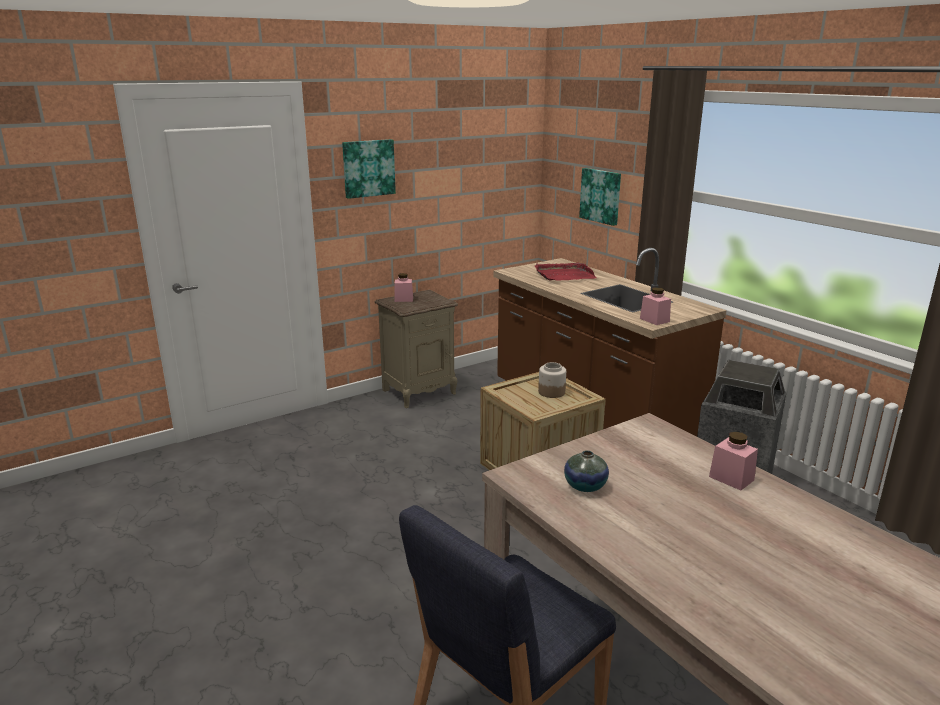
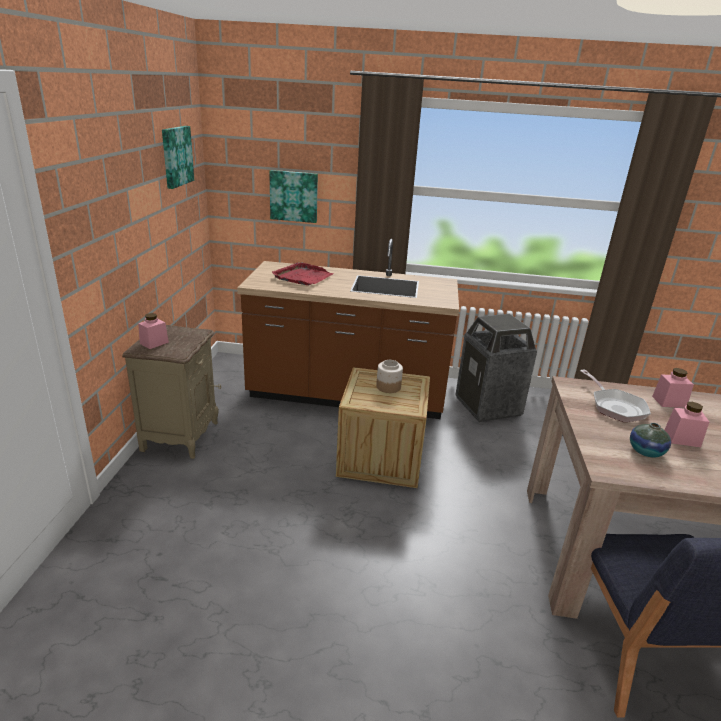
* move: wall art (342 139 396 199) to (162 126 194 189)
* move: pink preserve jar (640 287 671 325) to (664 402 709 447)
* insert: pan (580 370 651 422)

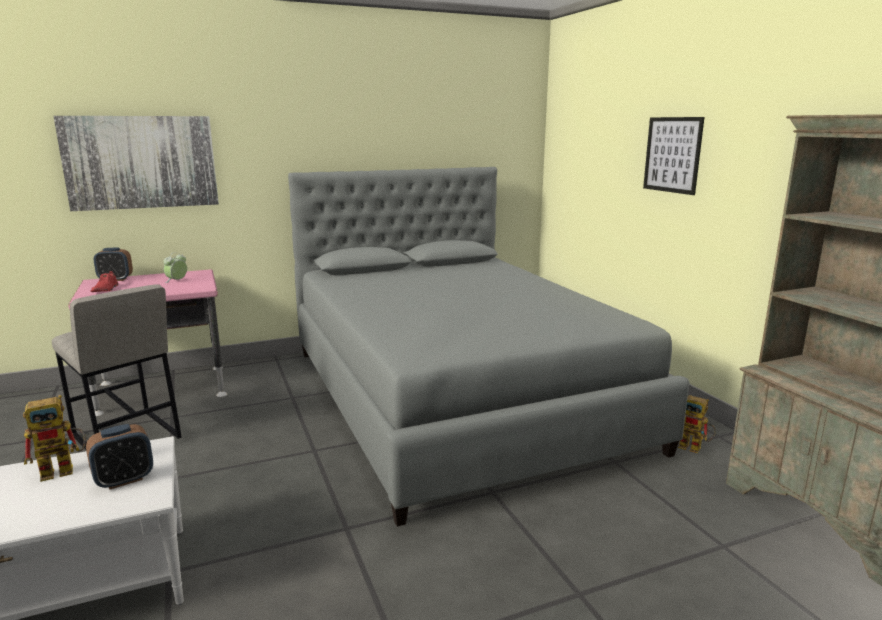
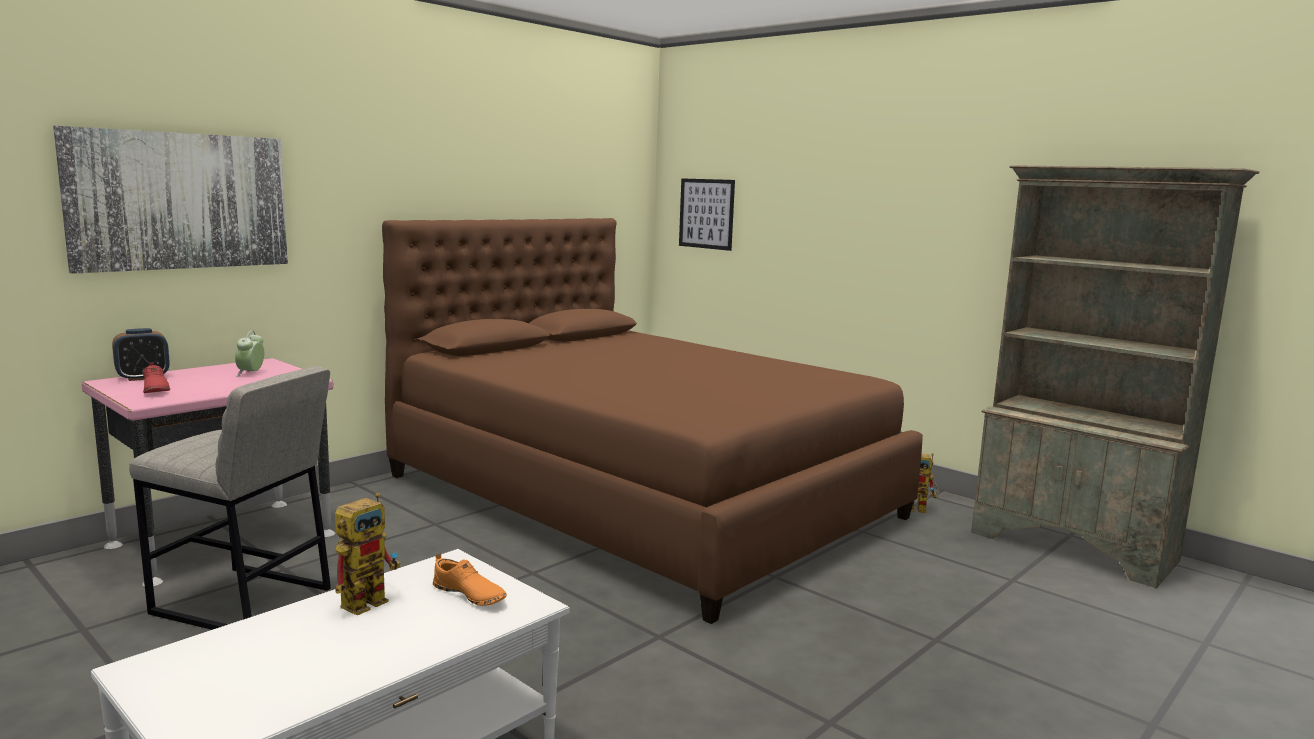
* move: wall art (643 117 704 195) to (679 178 735 251)
* recolor: gray bed (288 167 690 526) to brown-coloured bed (382 218 923 624)
* replace: bedside clock (86 424 153 490) to orange-coloured item of footwear (433 553 507 606)

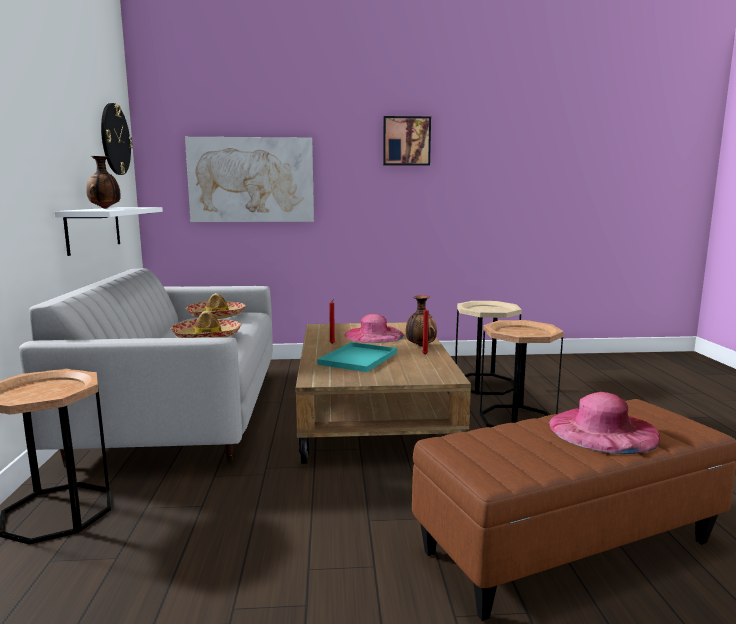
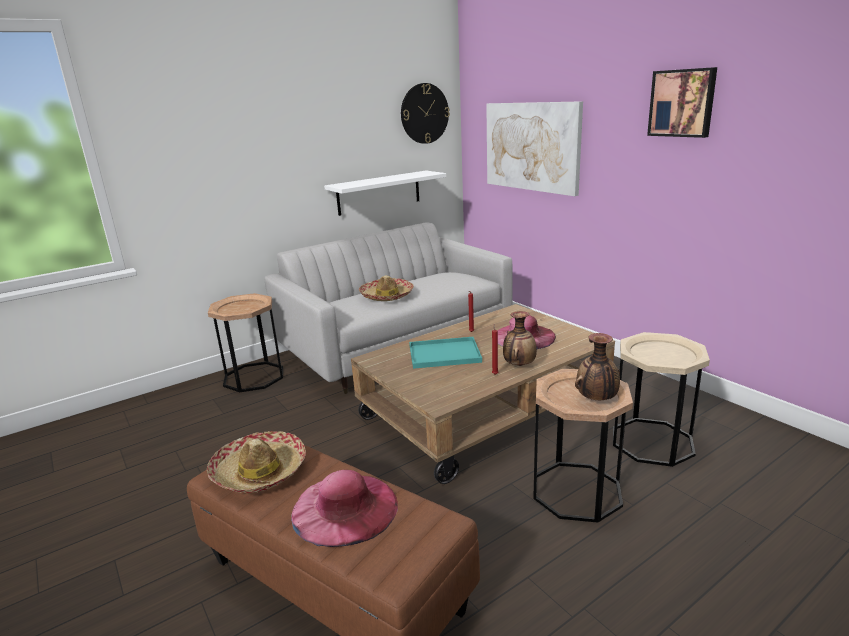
* move: flower vase (87 156 121 209) to (575 333 620 400)
* move: wearable hat (186 293 246 319) to (207 431 306 493)

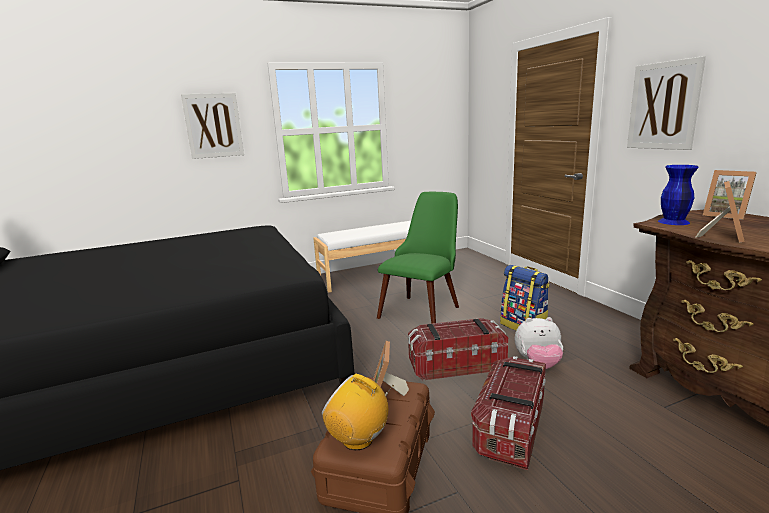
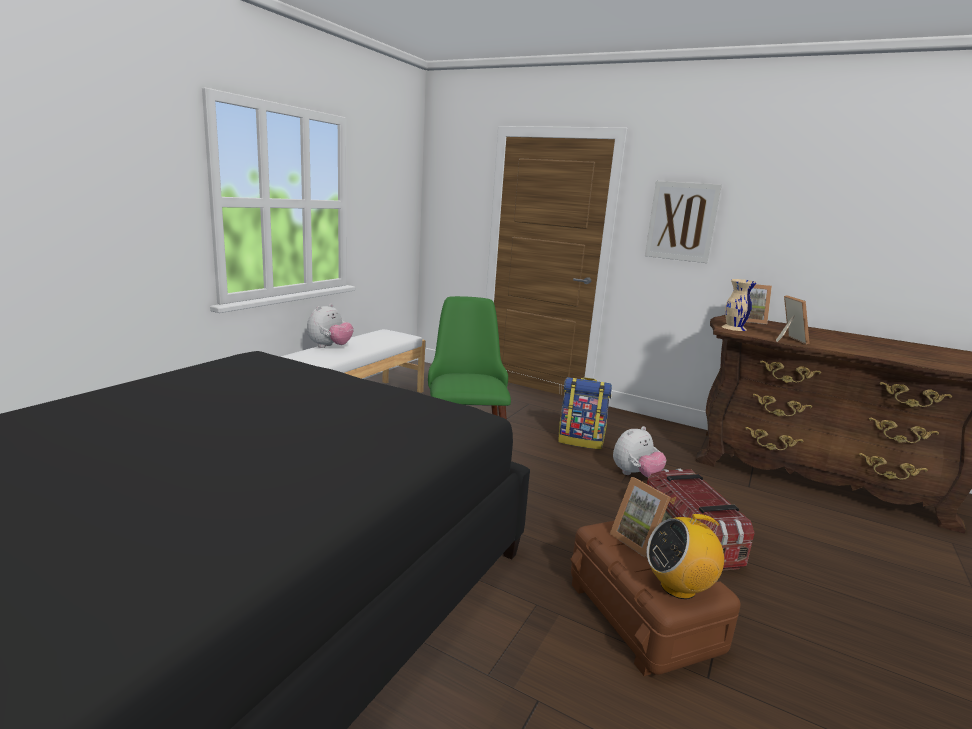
* delete: wall art (181 93 244 159)
* recolor: blue flower vase (658 165 699 225) to sand-coloured flower vase (722 279 756 331)
* delete: storage box (408 318 508 381)
* insert: cuddly toy (307 304 354 348)

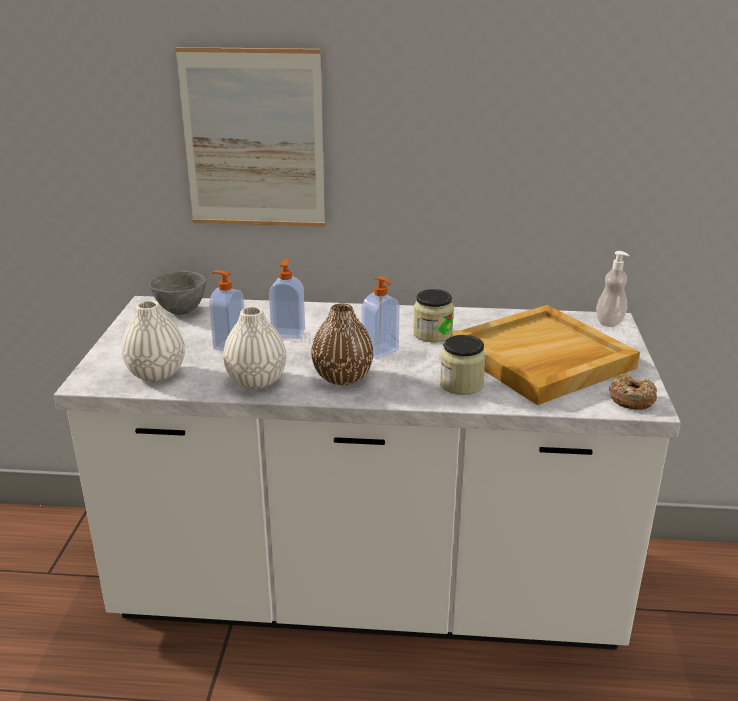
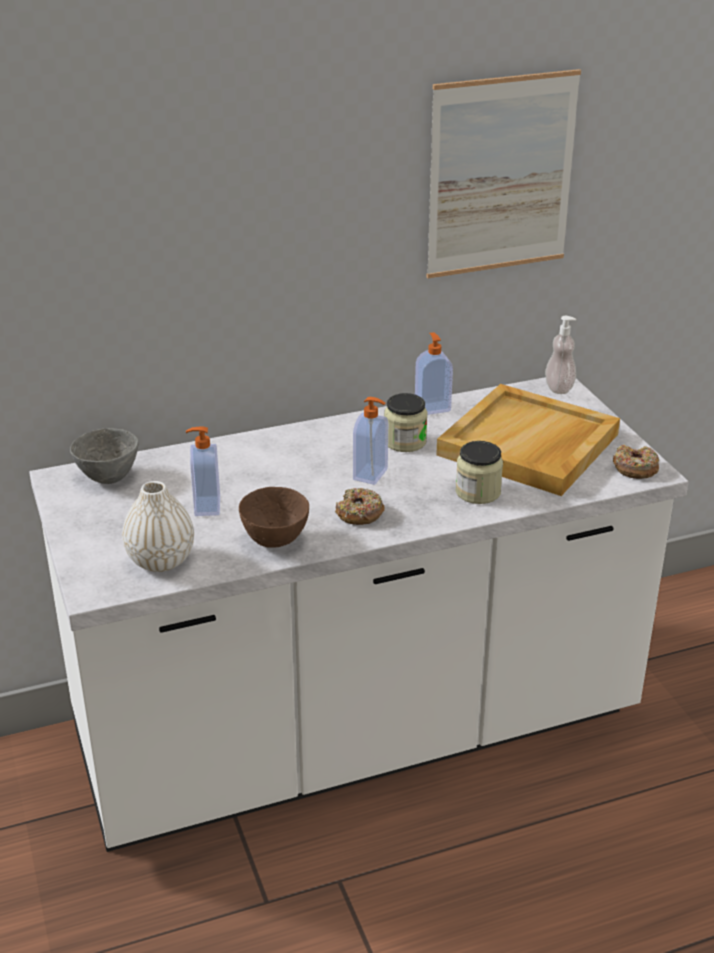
* move: wall art (175 47 325 227) to (427 69 581 278)
* move: liquid soap bottle (269 259 305 339) to (415 332 453 415)
* replace: brown-coloured flower vase (311 304 374 385) to doughnut (335 488 385 525)
* replace: whitish flower vase (223 307 286 389) to brown-coloured bowl (239 487 309 548)

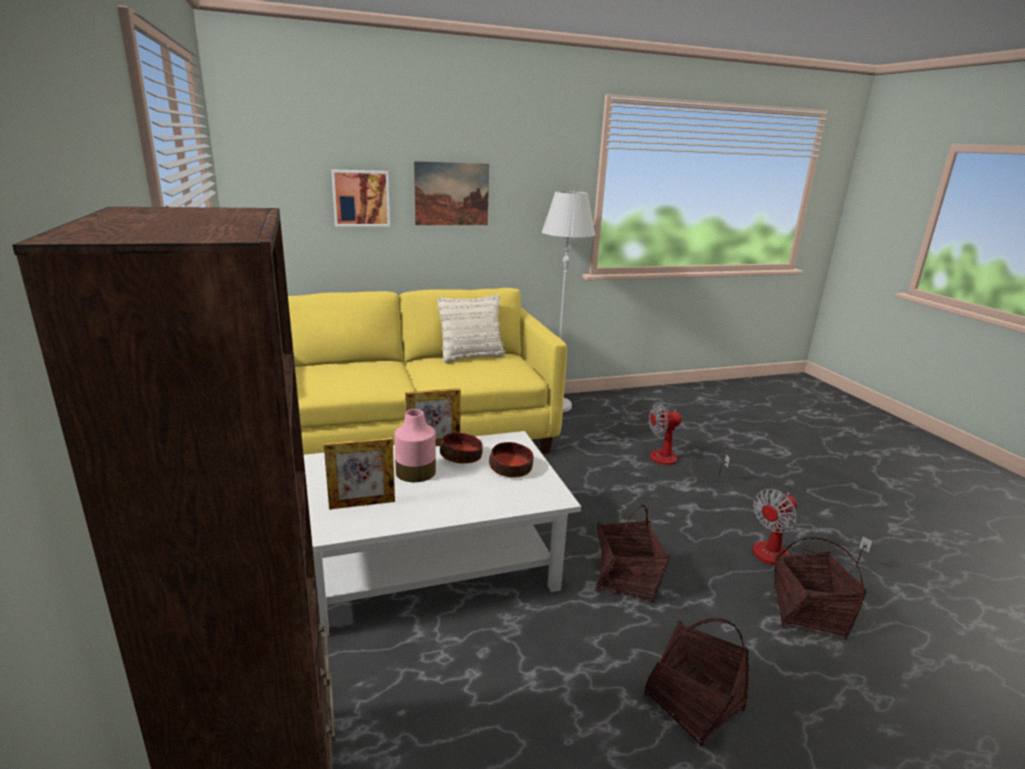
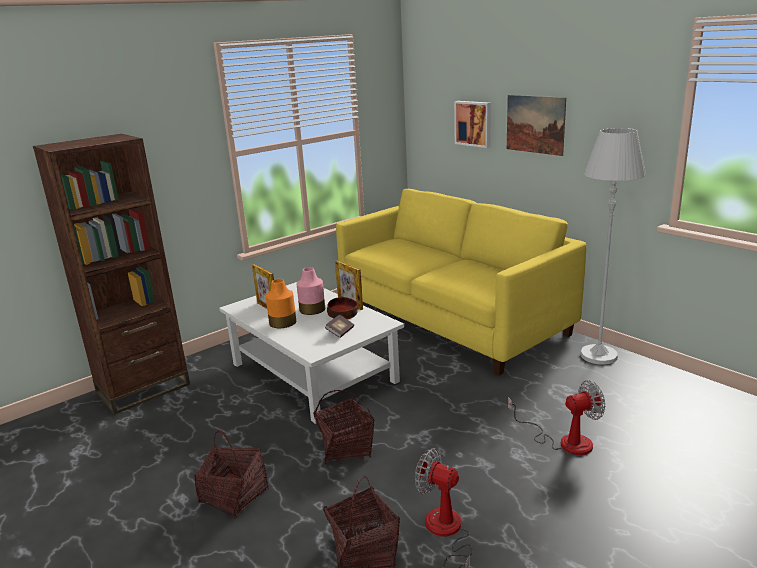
* delete: sand-coloured cushion (437 295 505 363)
* rotate: fan (649 402 730 482) = (508 380 606 455) 105 degrees clockwise
* replace: bowl (489 442 533 478) to book (325 314 354 338)
* insert: orange-coloured flower vase (266 279 296 328)

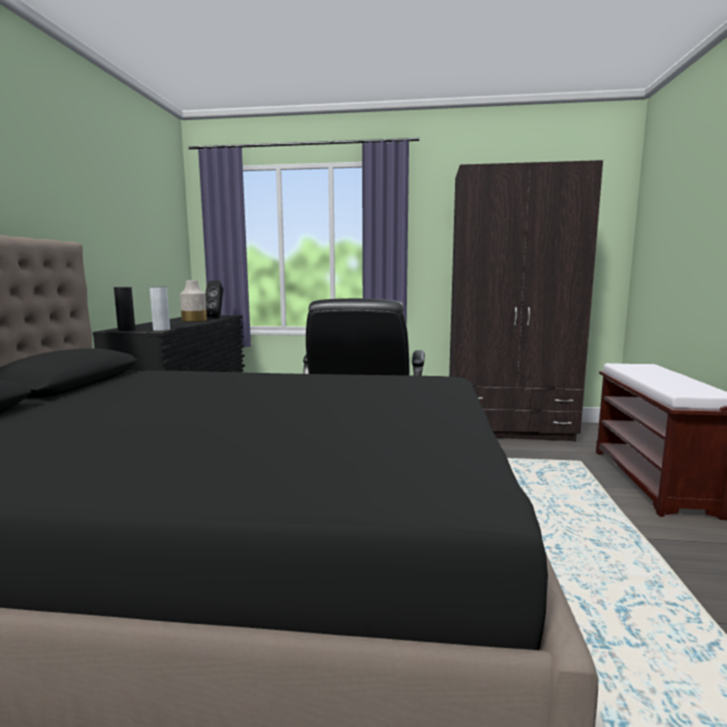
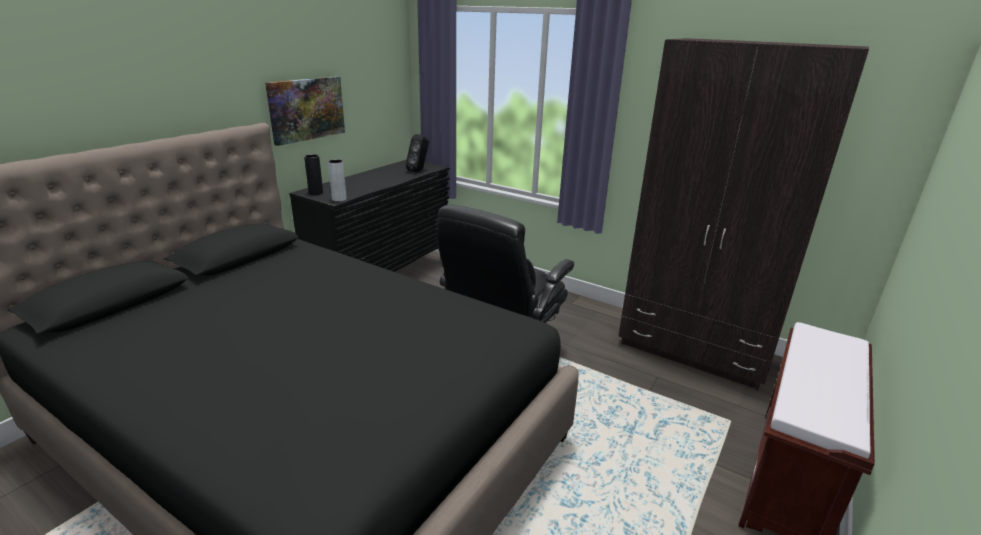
* delete: sand-coloured flower vase (180 280 207 322)
* insert: wall art (265 76 345 146)

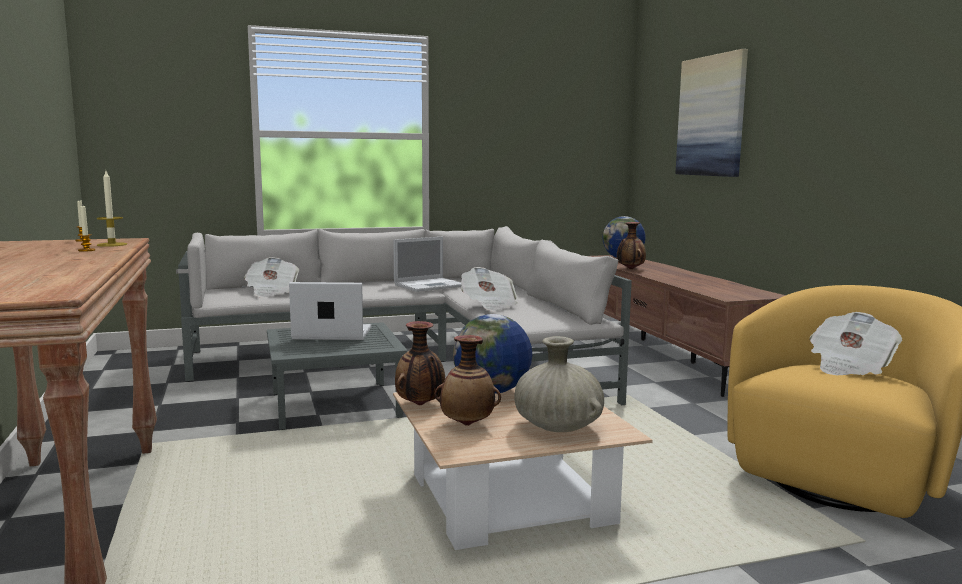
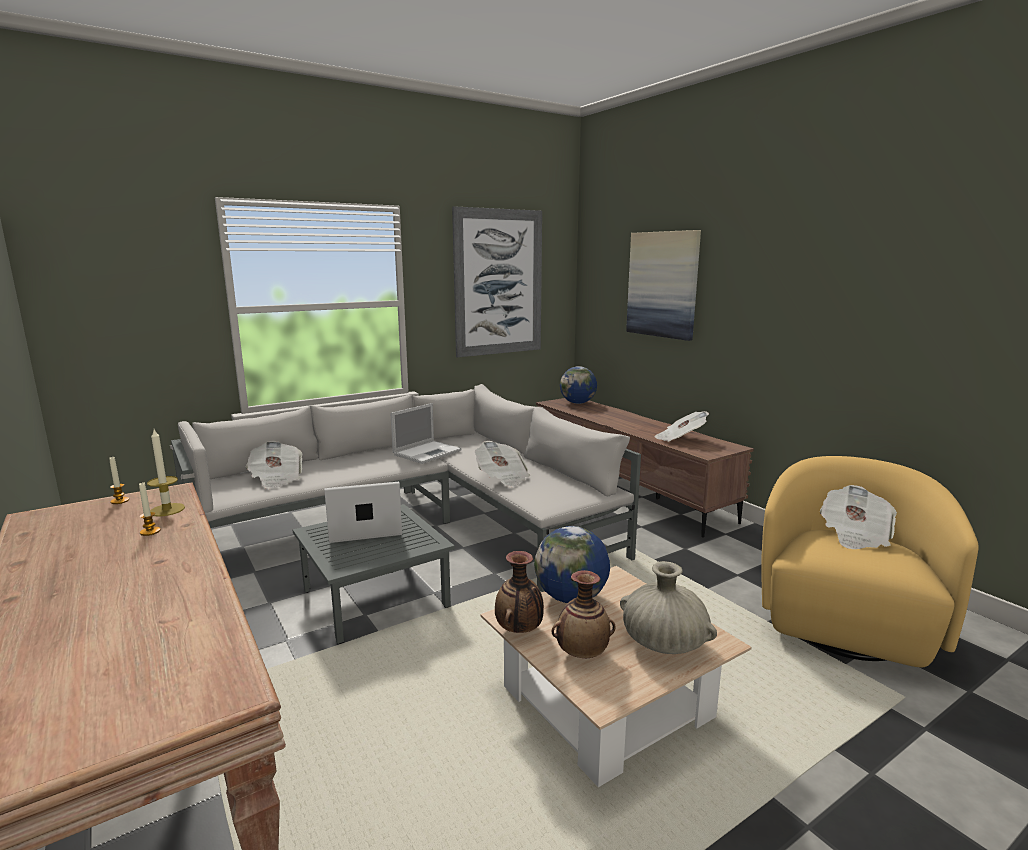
* delete: flower vase (617 222 646 269)
* insert: wall art (452 206 542 357)
* insert: newspaper (655 411 709 442)

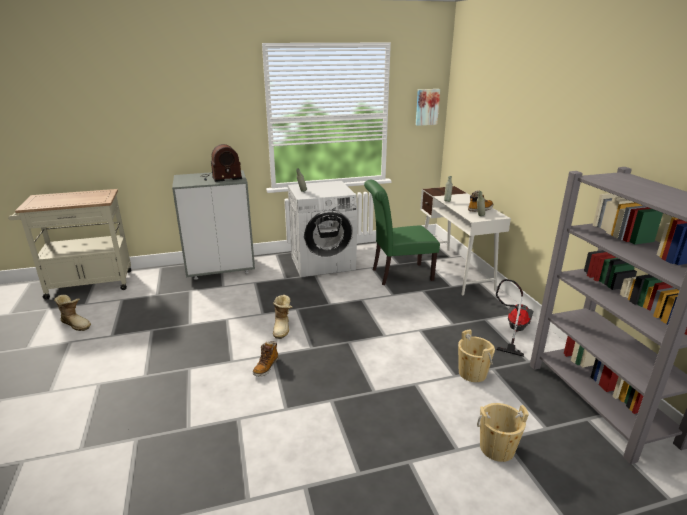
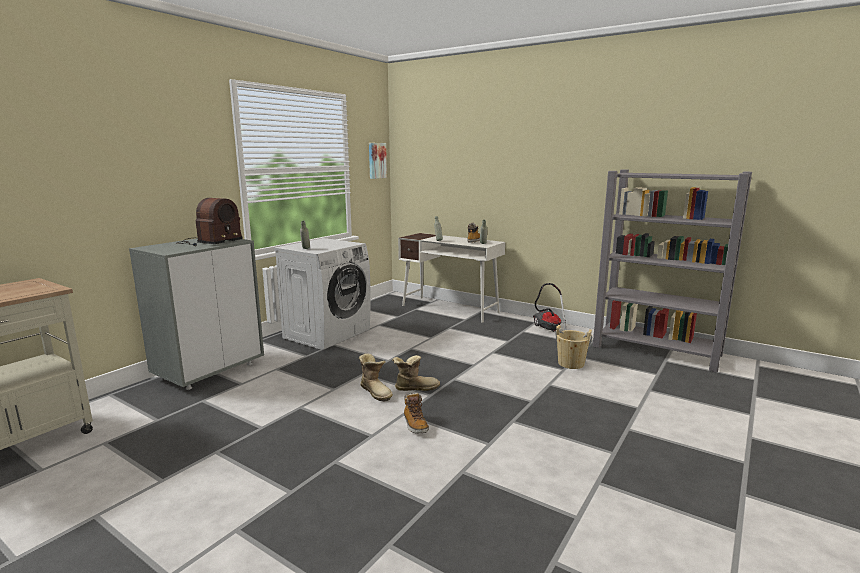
* delete: greenish chair (364 180 440 285)
* move: high-top boot (54 295 91 331) to (392 355 440 391)
* delete: sand-coloured water bucket (477 403 529 462)

